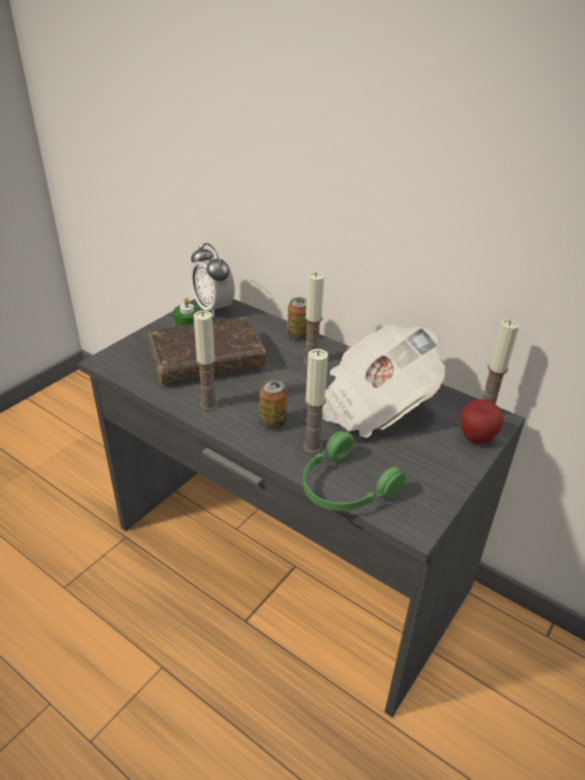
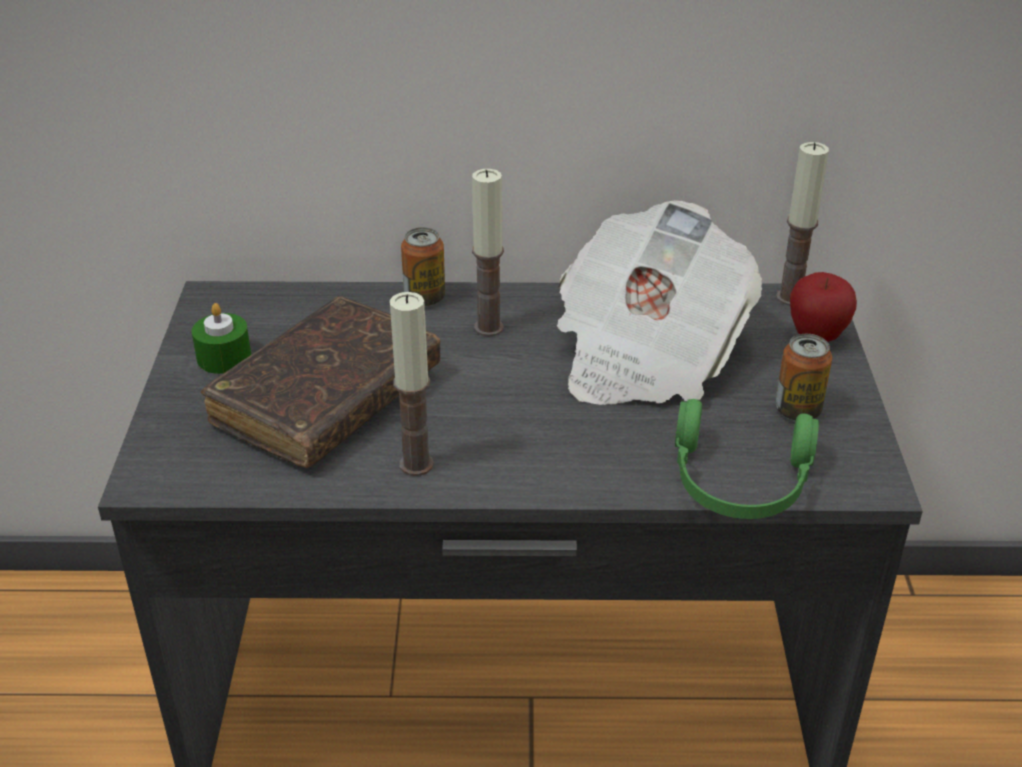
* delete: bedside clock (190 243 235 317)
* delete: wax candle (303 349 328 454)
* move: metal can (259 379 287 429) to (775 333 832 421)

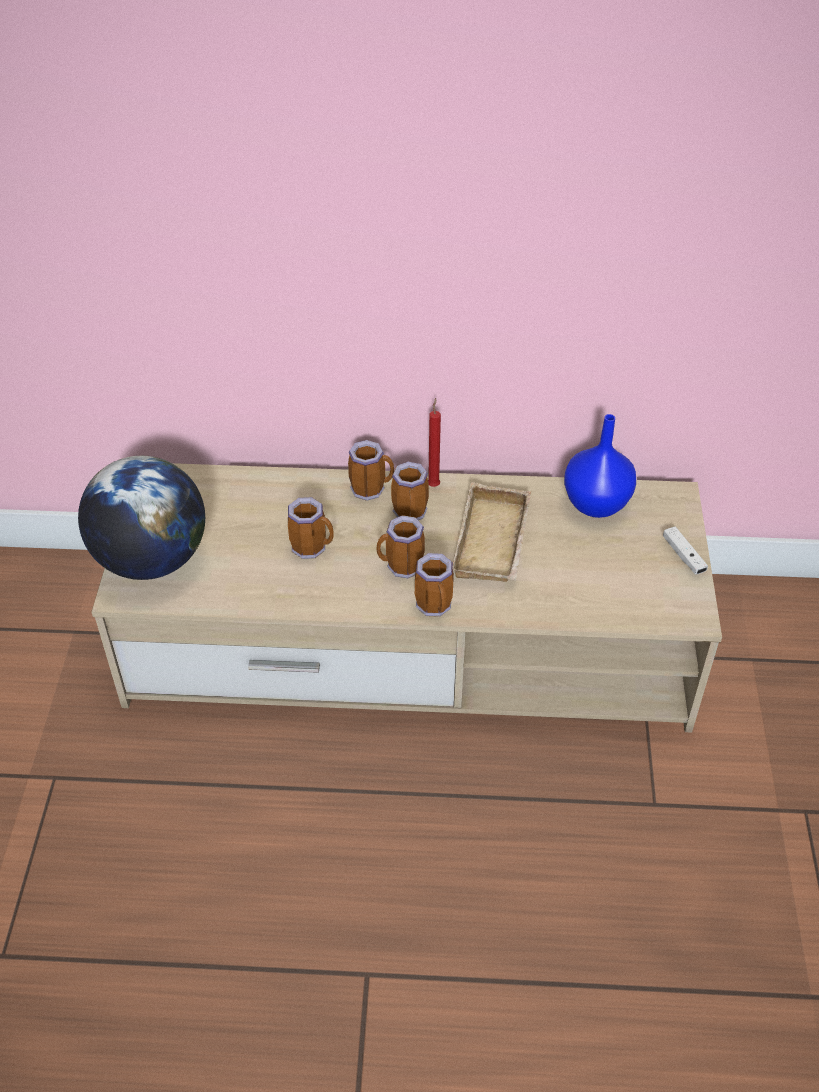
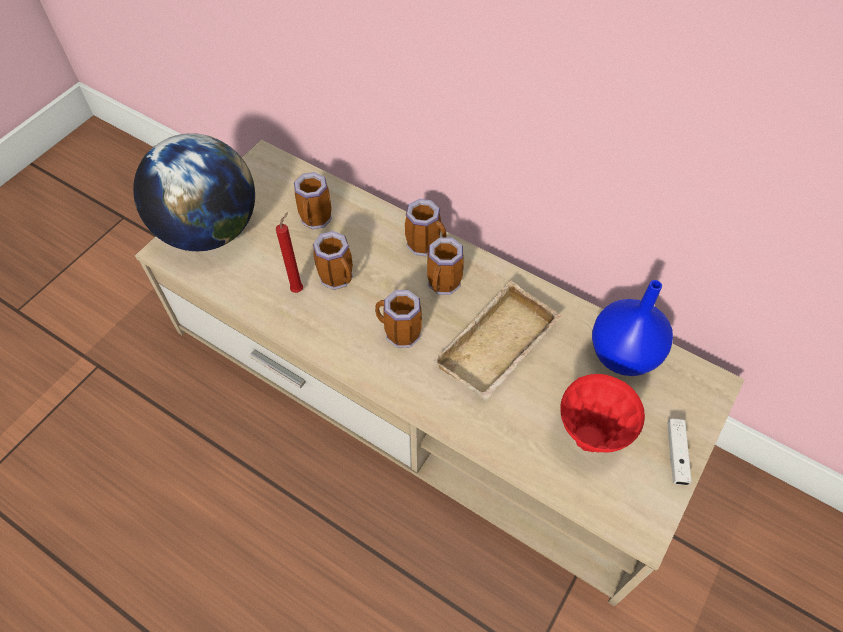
* move: red wax candle (428 398 441 487) to (276 212 303 293)
* move: mug (415 553 454 617) to (294 172 332 229)
* insert: red flower vase (560 374 645 452)

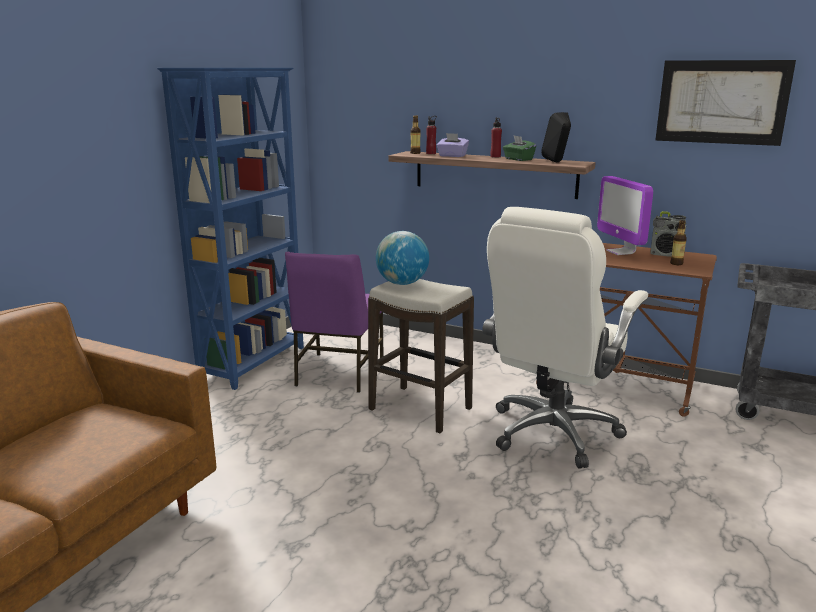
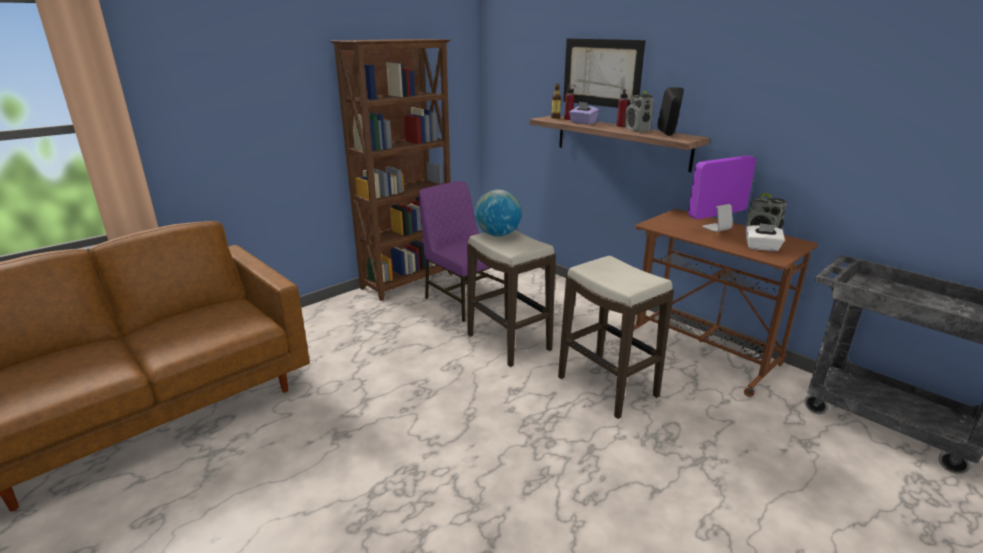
* move: wall art (655 60 796 146) to (563 38 645 108)
* recolor: blue shelving unit (157 68 304 390) to brown-coloured shelving unit (330 39 453 301)
* replace: greenish tissue box (503 135 536 161) to radio (624 91 654 132)
* rotate: computer display (597 176 653 255) = (688 156 756 232) 60 degrees clockwise
* replace: whitish office chair (482 207 648 469) to sitting stool (558 256 674 419)
* replace: beverage bottle (670 220 687 265) to whitish tissue box (746 223 785 251)
* rotate: purplish chair (285 252 383 393) = (419 181 504 322) 105 degrees clockwise

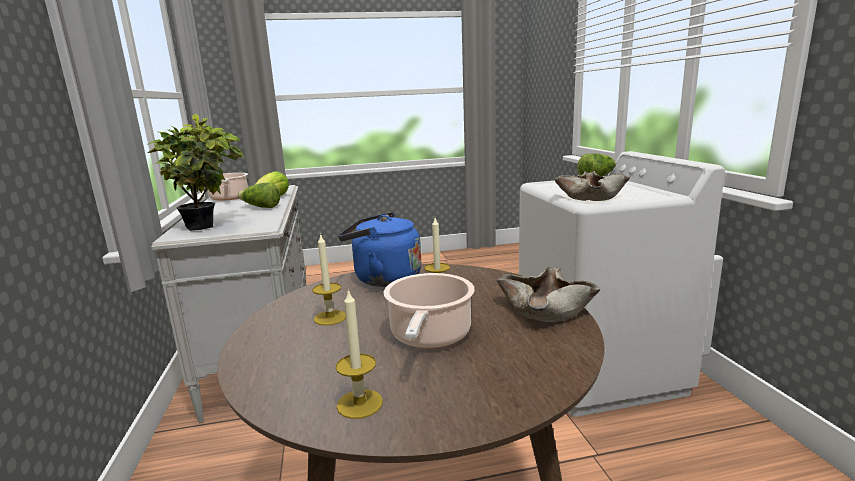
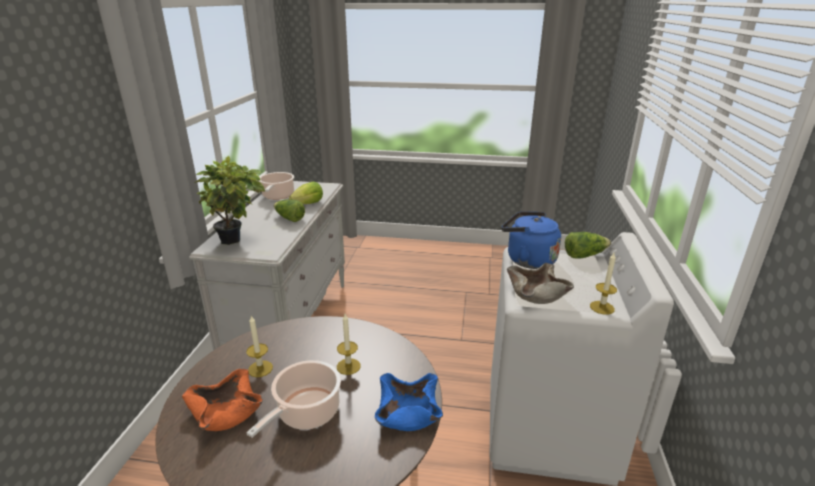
* move: blue water kettle (338 212 421 287) to (502 212 561 269)
* recolor: sand-coloured bowl (497 266 600 322) to blue bowl (375 373 443 431)
* move: wax candle (336 289 383 419) to (590 253 617 315)
* insert: orange-coloured bowl (182 369 263 431)

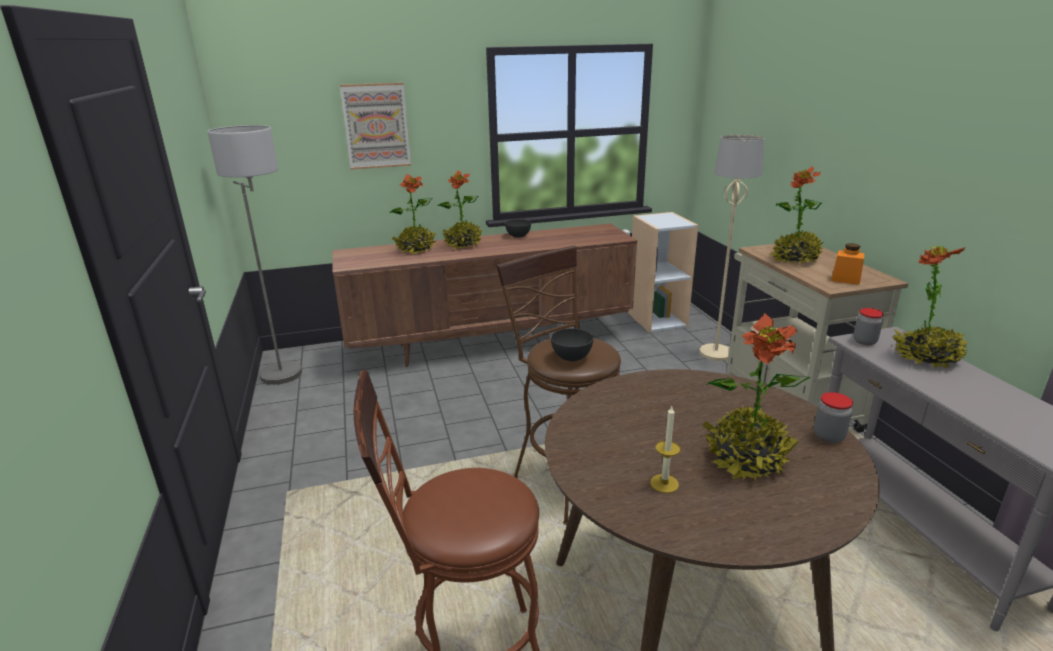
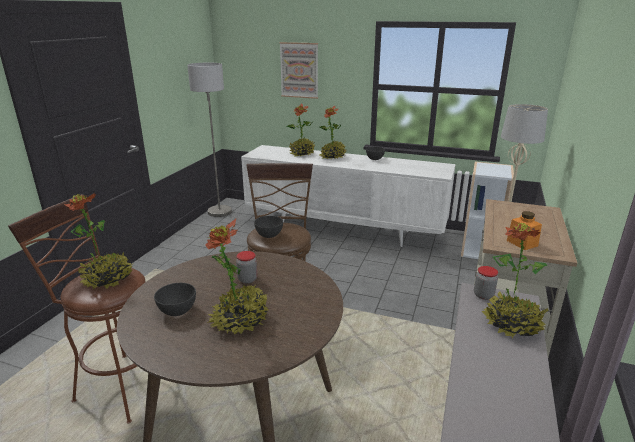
* move: potted plant (770 166 823 264) to (63 193 133 289)
* recolor: brown-coloured cupboard (332 223 637 367) to whitish cupboard (241 145 456 247)
* move: preserve jar (814 392 853 443) to (236 251 257 284)
* replace: wax candle (650 406 680 493) to gray bowl (154 283 196 316)

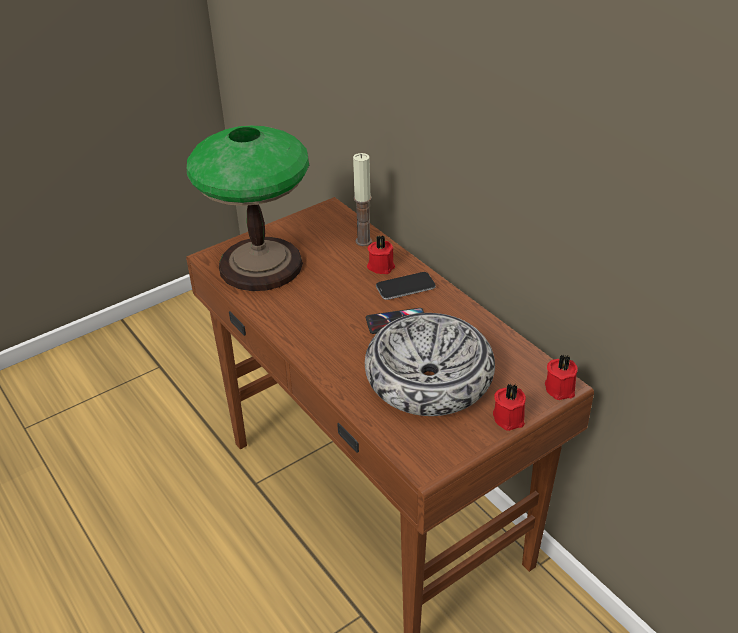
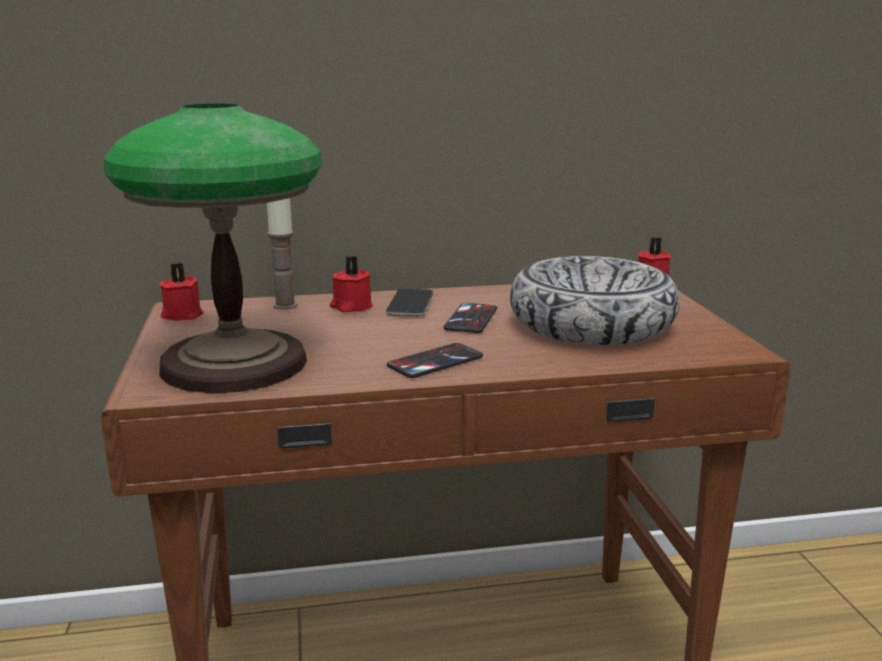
* move: red wax candle (493 383 526 431) to (158 263 203 321)
* insert: phone (387 343 483 378)

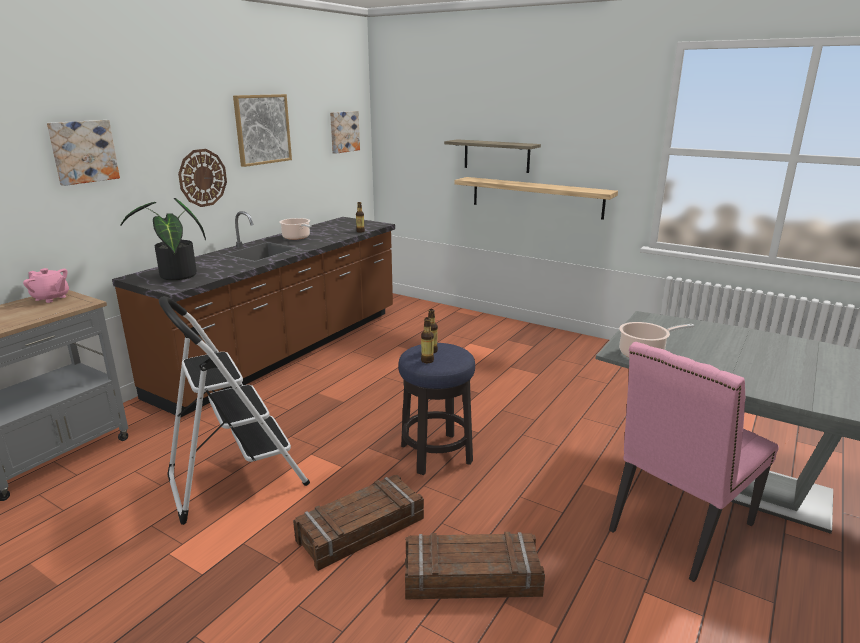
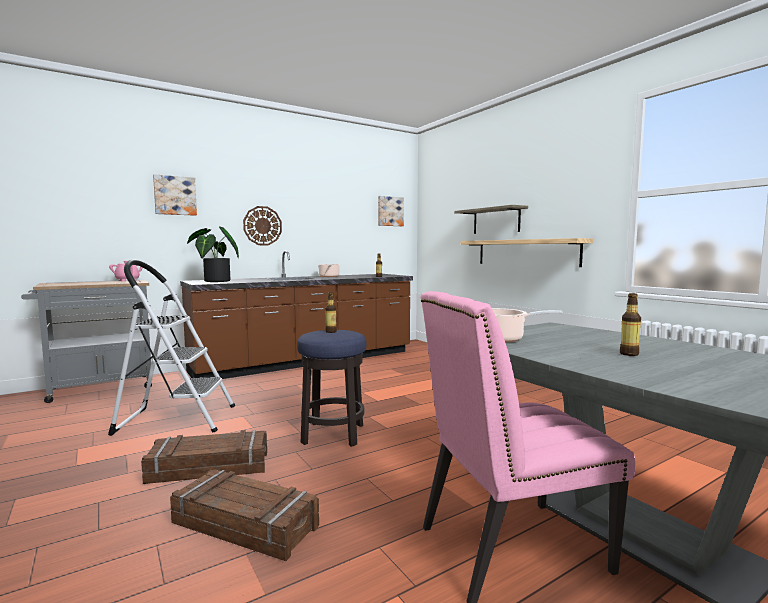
* delete: wall art (233 94 292 167)
* move: beverage bottle (421 317 434 363) to (620 293 641 356)

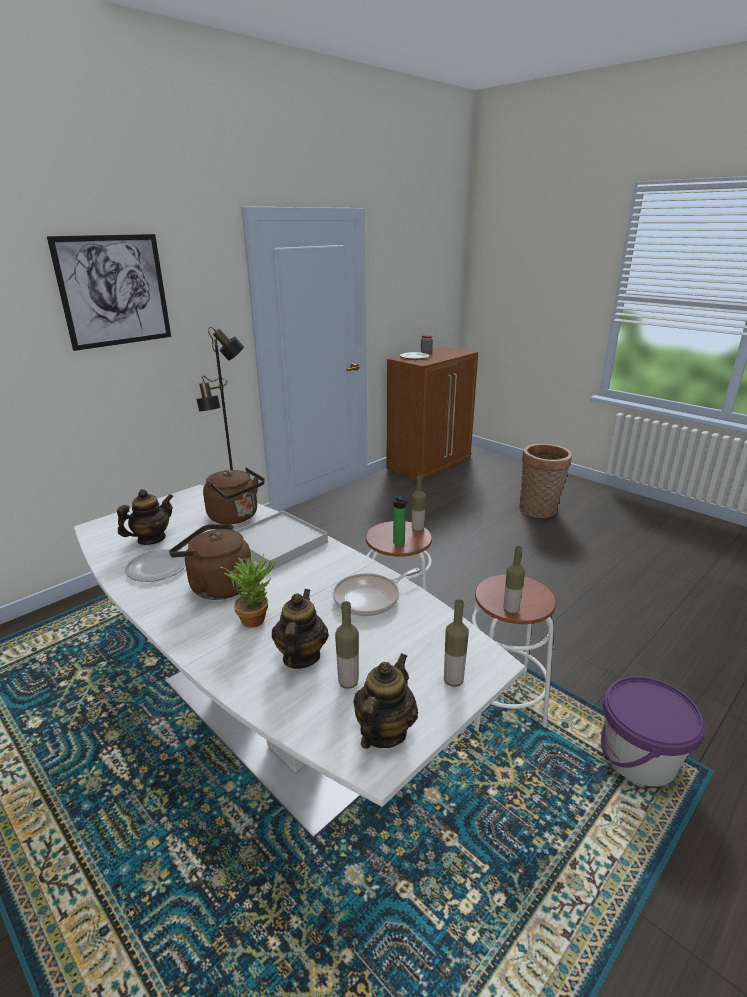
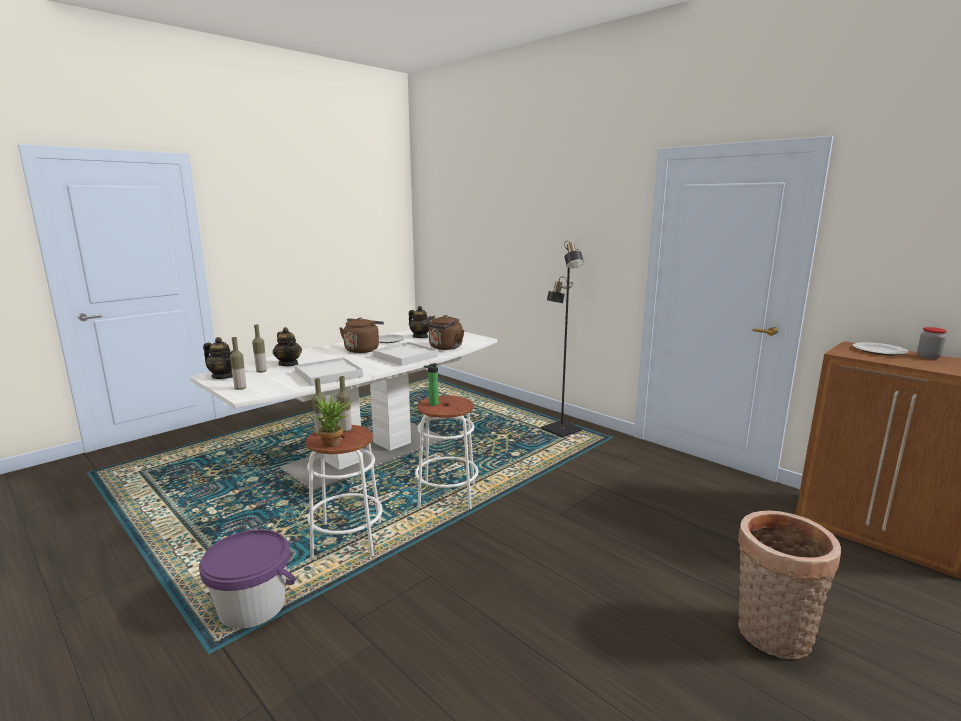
* delete: wall art (47 234 171 351)
* move: beverage bottle (412 476 426 532) to (336 376 352 432)
* move: potted plant (220 554 275 628) to (314 394 351 447)
* replace: pan (333 568 420 616) to whitish tray (295 357 363 386)
* rotate: teapot (272 589 329 669) = (273 327 302 366) 45 degrees clockwise

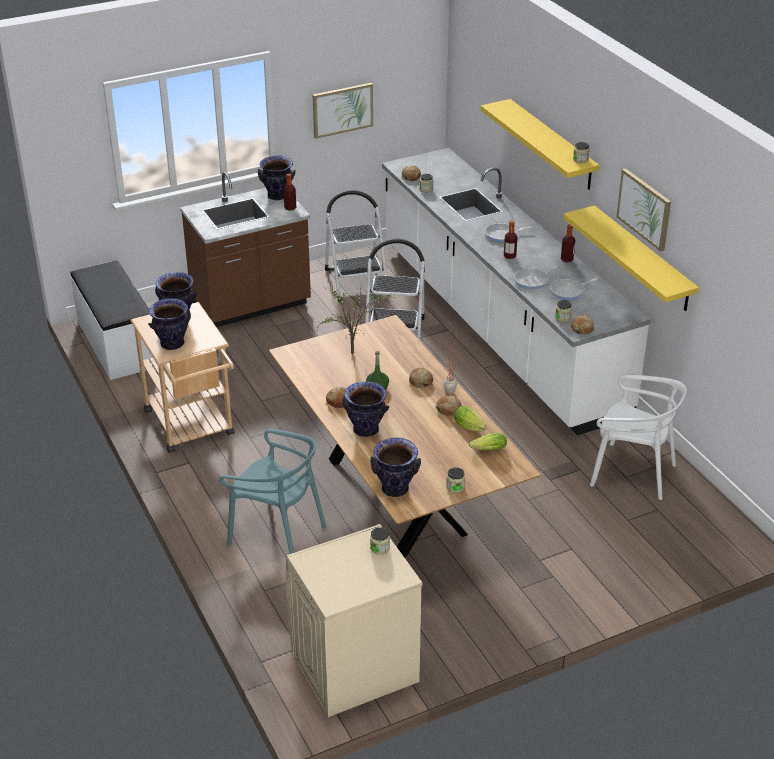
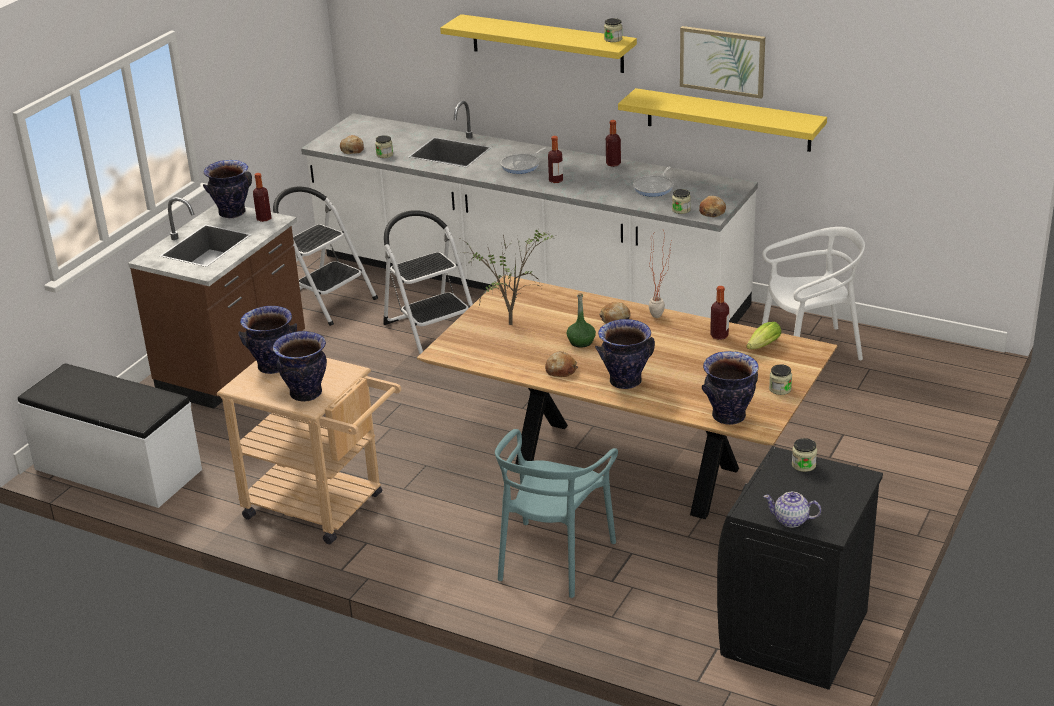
* delete: wall art (313 83 373 139)
* delete: pan (514 266 558 289)
* delete: bread (436 395 461 416)
* replace: lettuce head (454 406 487 431) to beverage bottle (710 286 729 340)
* rotate: turquoise-coloured chair (219 429 327 554) = (495 429 618 598) 120 degrees clockwise
* recolor: sand-coloured washing machine (286 524 422 717) to black washing machine (717 446 883 690)
* insert: teapot (763 492 821 527)

